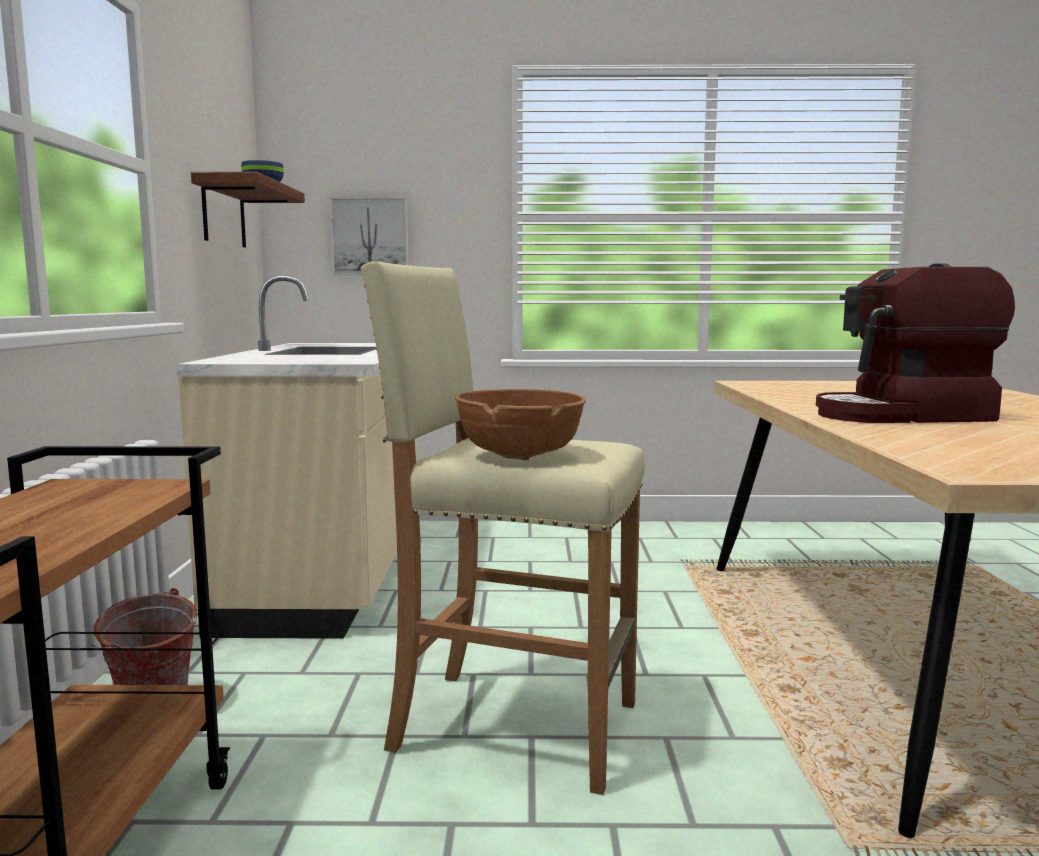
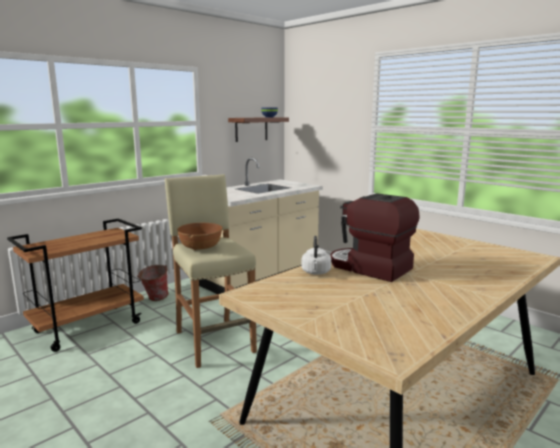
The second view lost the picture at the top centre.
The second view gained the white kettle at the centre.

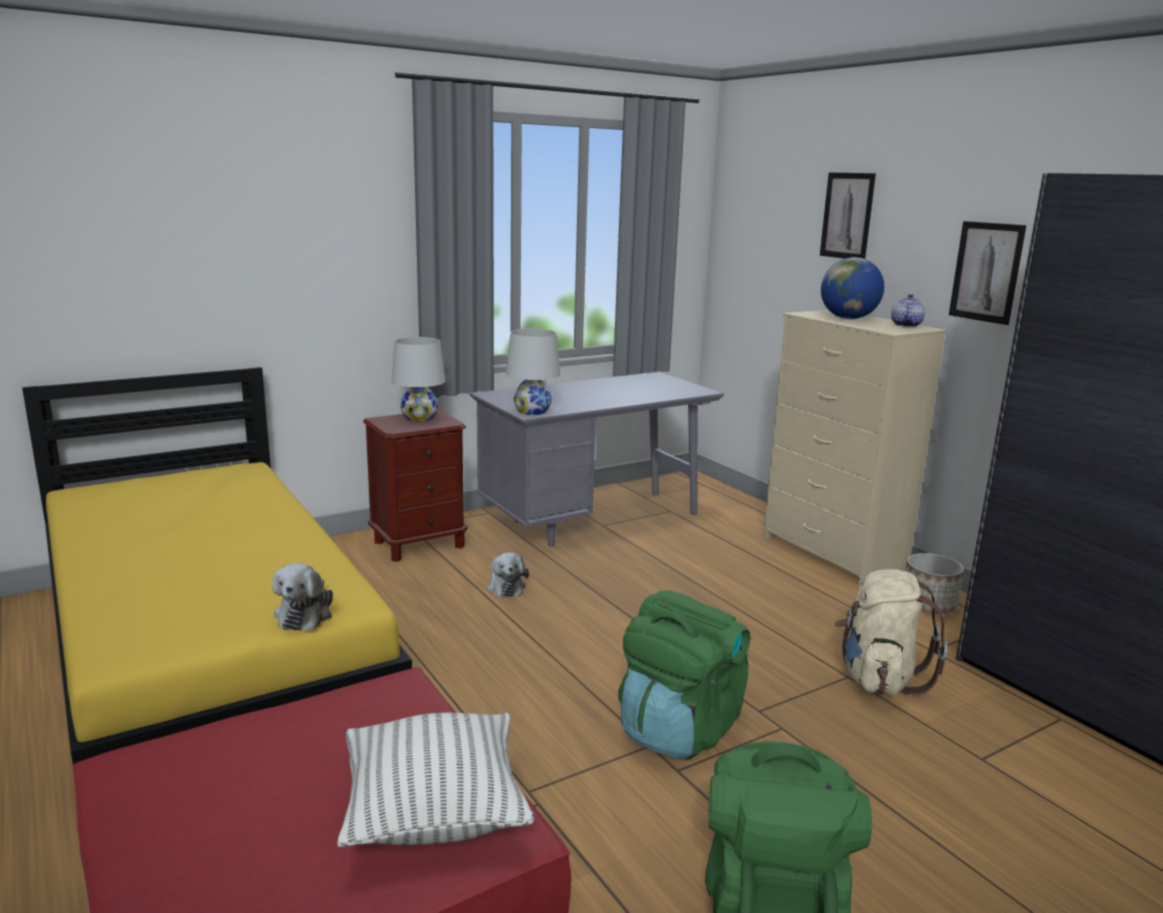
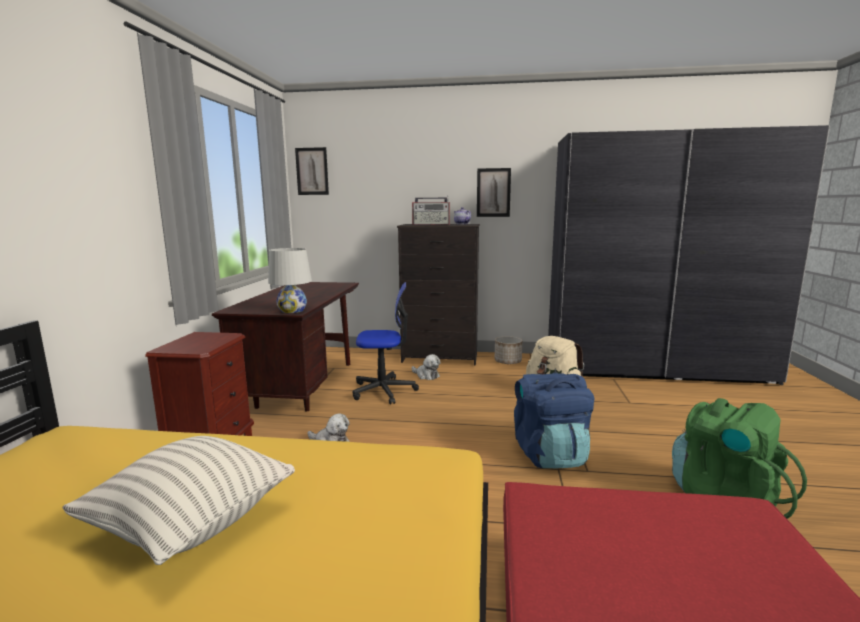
The second view lost the white table lamp (1st from left) at the centre.
The second view gained the office chair at the centre.
The plush toy (1st from left in the first image) ended up elsewhere, having gone from the middle left to the centre.
The pillow ended up elsewhere, having gone from the bottom centre to the bottom left.
The picture (1st from left) ended up elsewhere, having gone from the top right to the top centre.
Where the globe stood at the top right, the radio came to stand at the centre.
What was the grey desk at the centre turned into the brown desk at the middle left.
What was the green backpack (1st from left) at the bottom centre turned into the blue backpack at the bottom centre.
What was the beige dresser at the middle right turned into the black dresser at the centre.

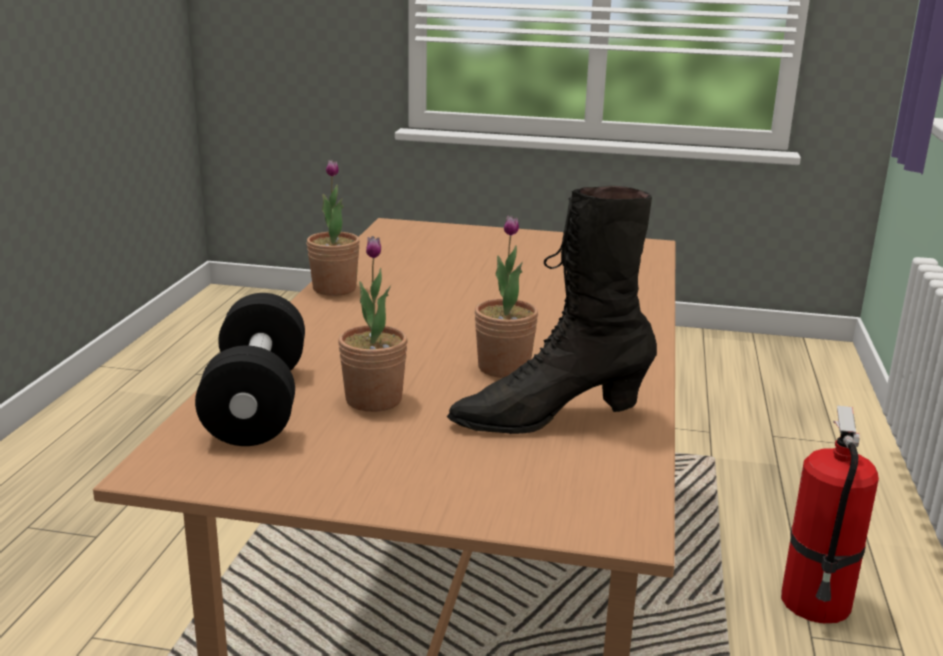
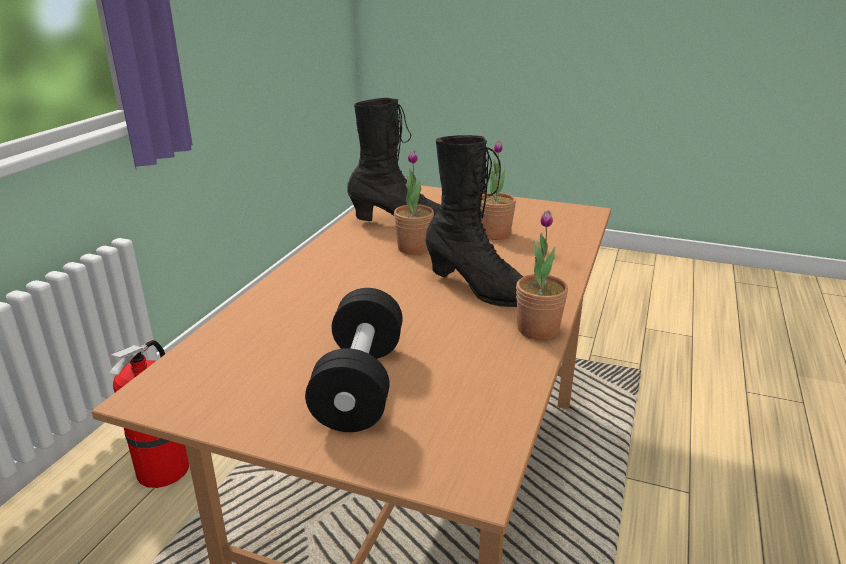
The second view gained the black boot (2nd from left) at the centre.
The black dumbbell ended up elsewhere, having gone from the middle left to the centre.

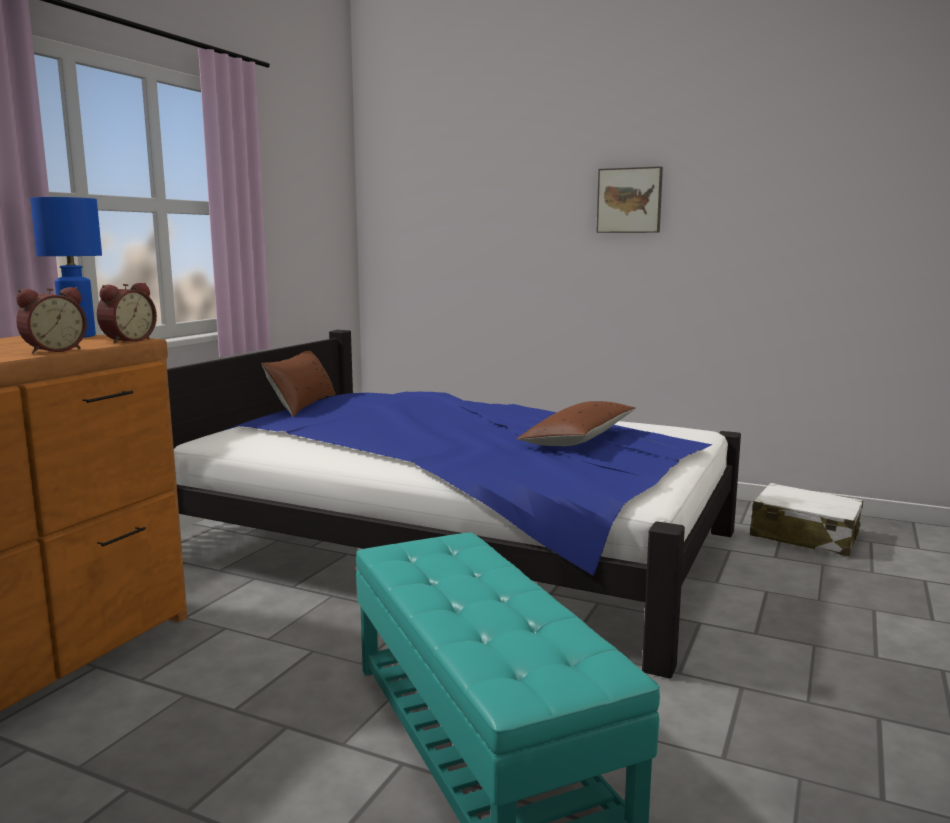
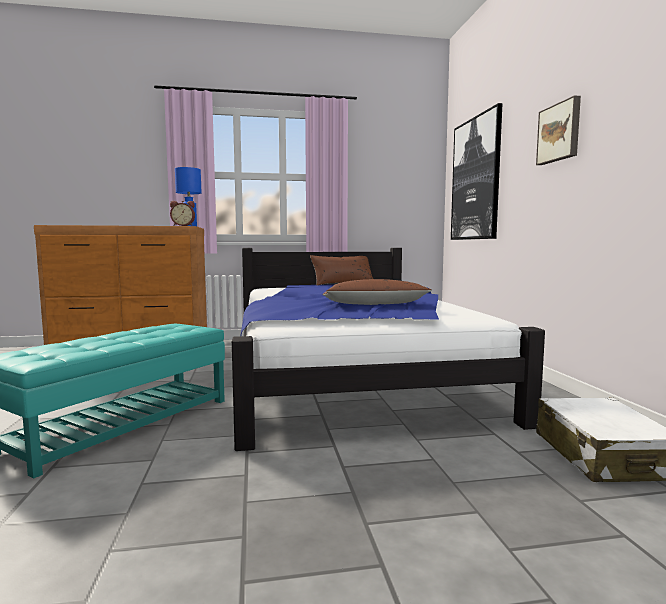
The second view lost the alarm clock (1st from left) at the middle left.
The second view gained the picture (1st from left) at the top right.

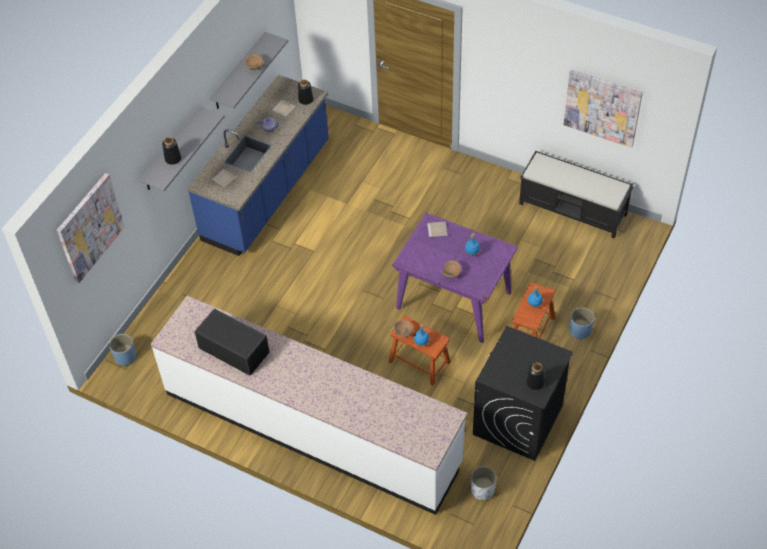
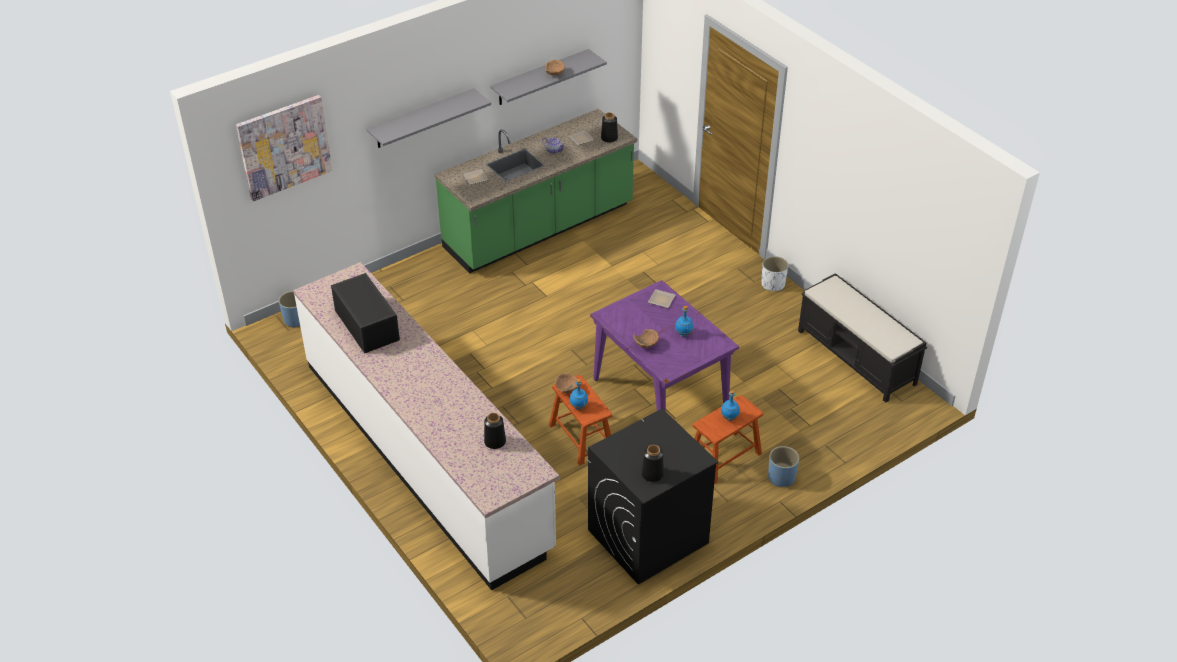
The second view lost the picture (2nd from left) at the top right.
The black vase (1st from left) ended up elsewhere, having gone from the top left to the centre.
The white planter ended up elsewhere, having gone from the bottom centre to the centre.
What was the blue counter at the top centre turned into the green counter at the top centre.

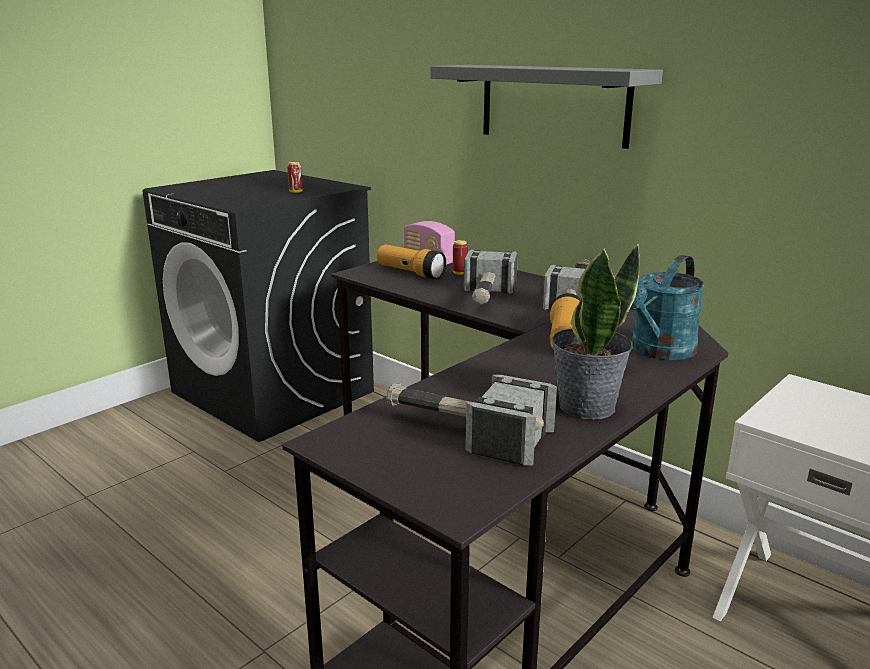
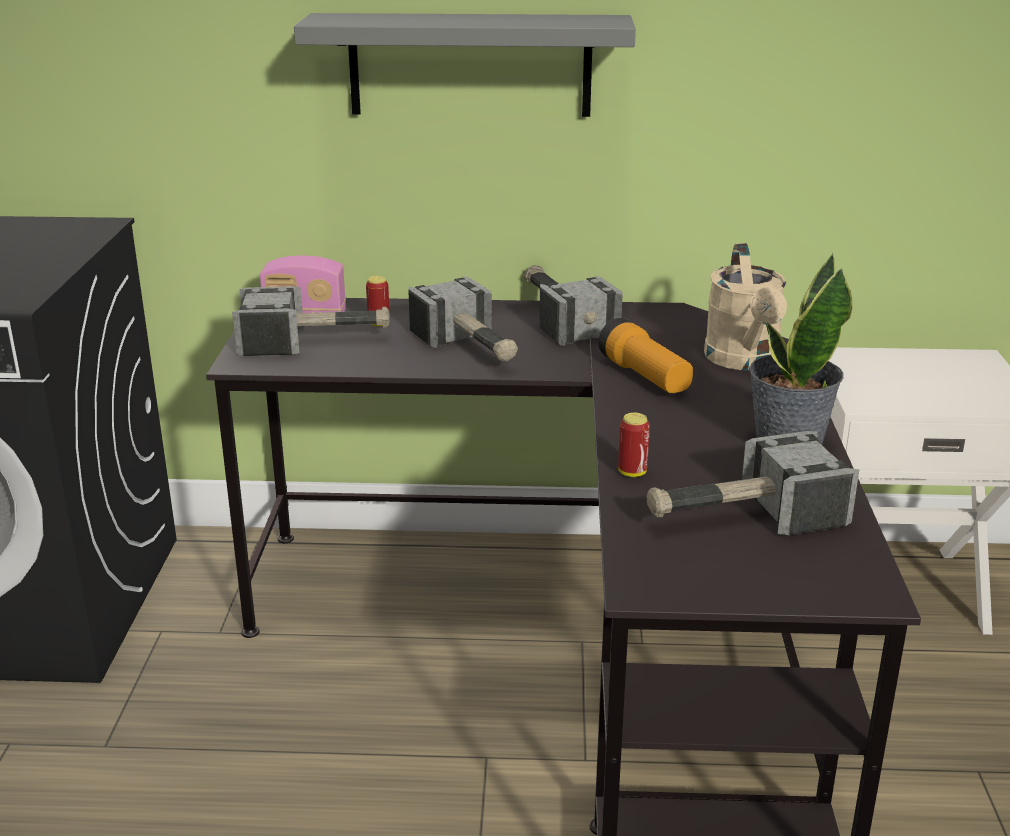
The can (1st from left in the first image) ended up elsewhere, having gone from the top centre to the centre.
Where the flashlight (1st from left) stood at the centre, the hammer (1st from left) came to stand at the middle left.
What was the turquoise watering can at the middle right turned into the beige watering can at the middle right.

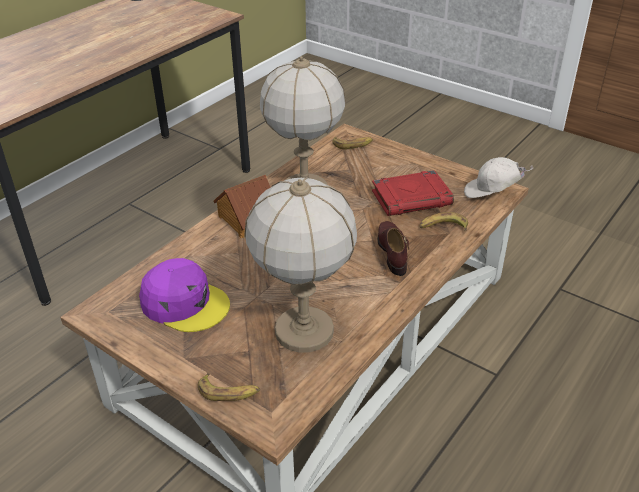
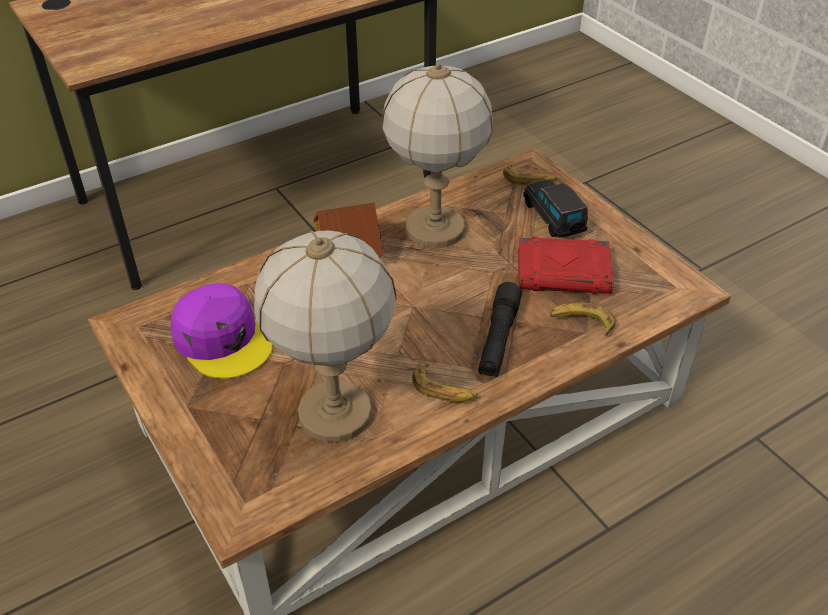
The second view lost the white cap at the middle right.
The second view gained the black toy car at the middle right.
The banana (1st from left) ended up elsewhere, having gone from the bottom centre to the centre.
Where the brown shoe stood at the centre, the black flashlight came to stand at the centre.

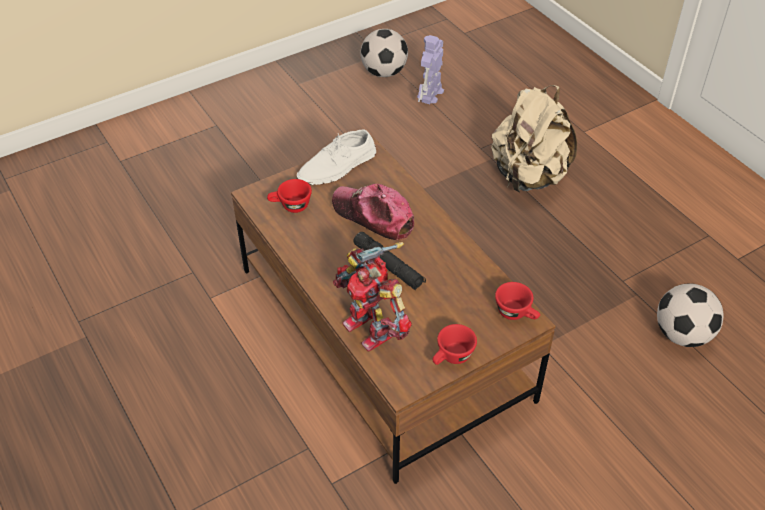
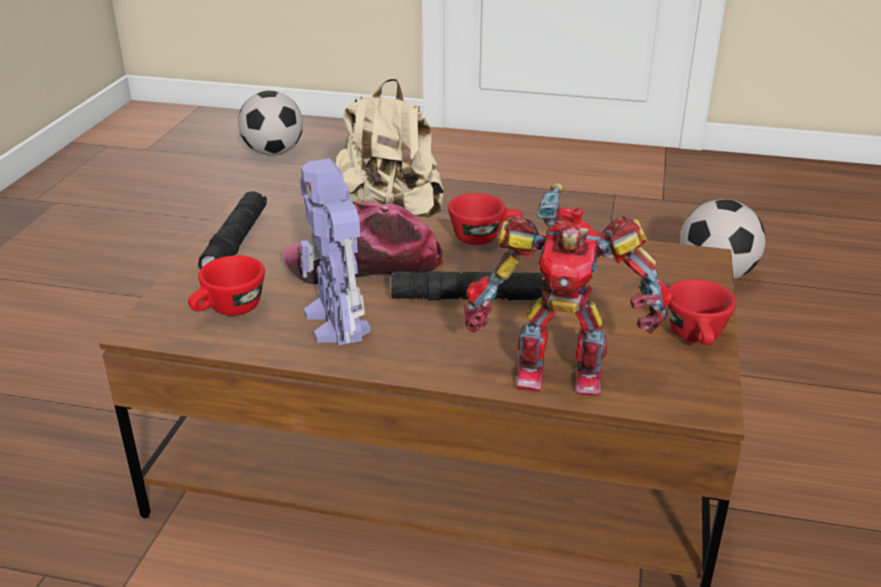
The football (1st from left) ended up elsewhere, having gone from the top centre to the top left.
The toy robot (2nd from left in the first image) ended up elsewhere, having gone from the top centre to the centre.
The red cup (3rd from left in the first image) ended up elsewhere, having gone from the middle right to the centre.
Where the white shoe stood at the top centre, the black flashlight (1st from left) came to stand at the middle left.

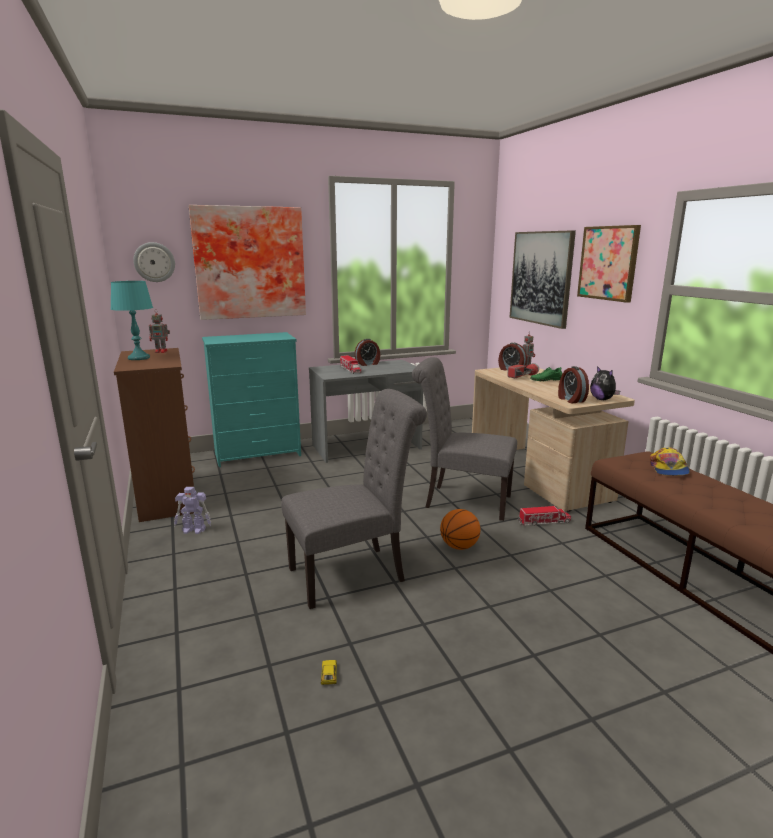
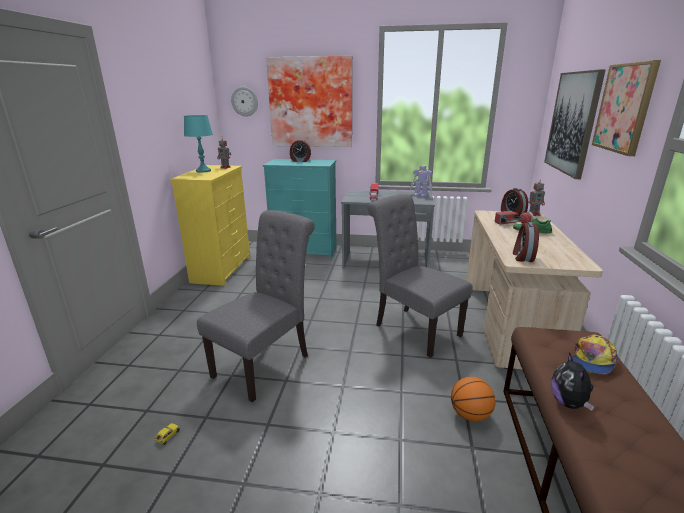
The second view lost the toy truck (2nd from left) at the middle right.
The toy robot (2nd from left) ended up elsewhere, having gone from the middle left to the centre.
The alarm clock (1st from left) ended up elsewhere, having gone from the centre to the top centre.
The basketball ended up elsewhere, having gone from the centre to the bottom right.
The plush toy ended up elsewhere, having gone from the middle right to the bottom right.
What was the brown dresser at the middle left turned into the yellow dresser at the middle left.
The grey chair (1st from left) at the centre ended up facing another way, 60 degrees counterclockwise from before.

